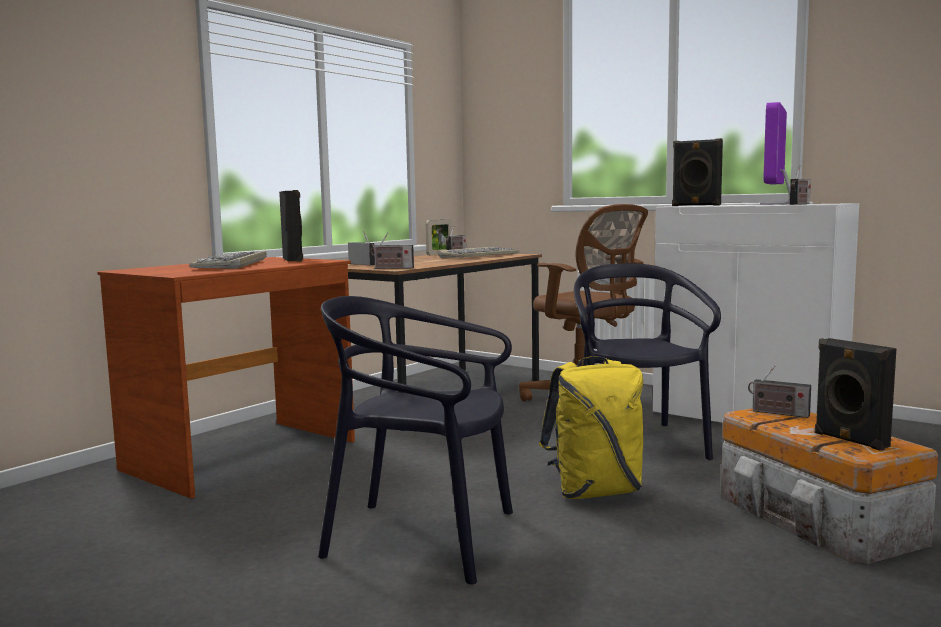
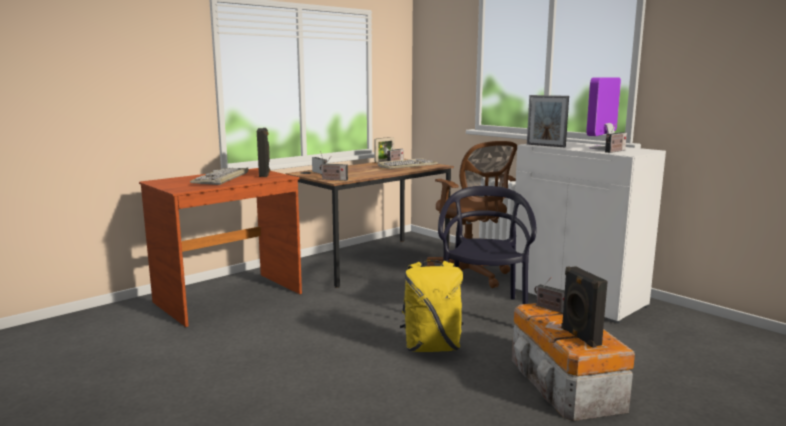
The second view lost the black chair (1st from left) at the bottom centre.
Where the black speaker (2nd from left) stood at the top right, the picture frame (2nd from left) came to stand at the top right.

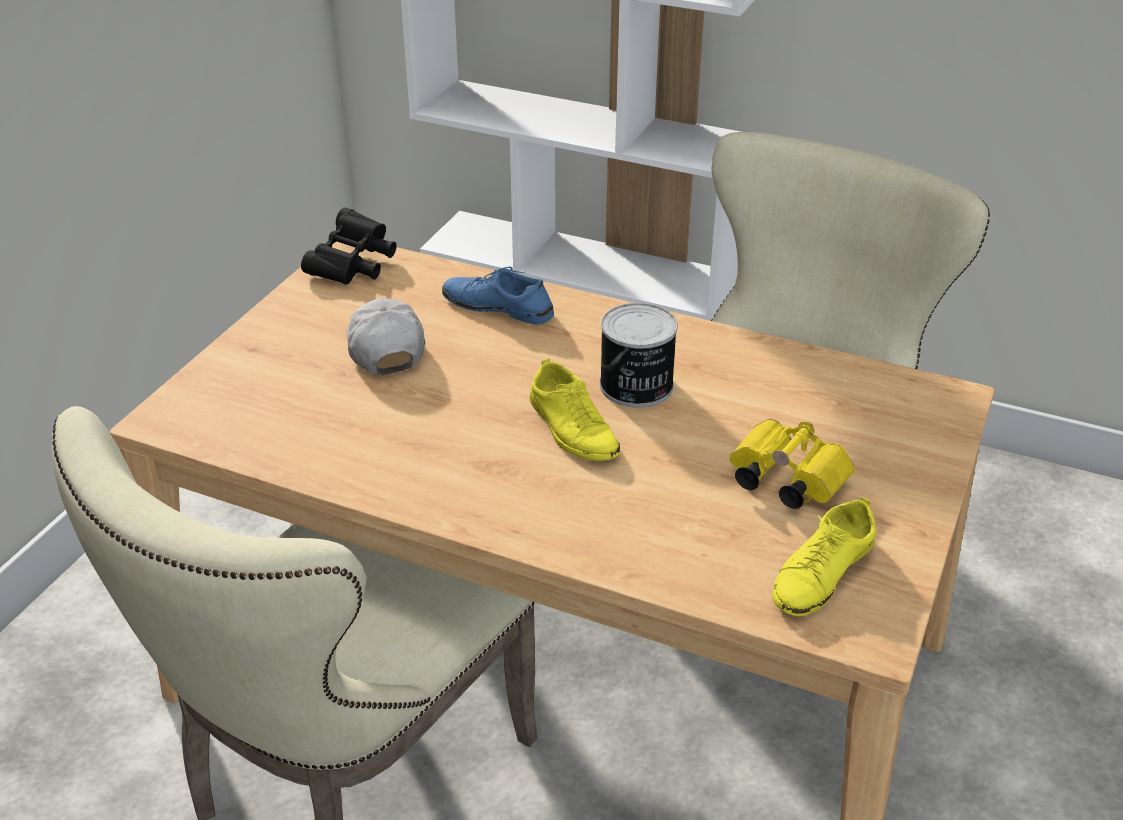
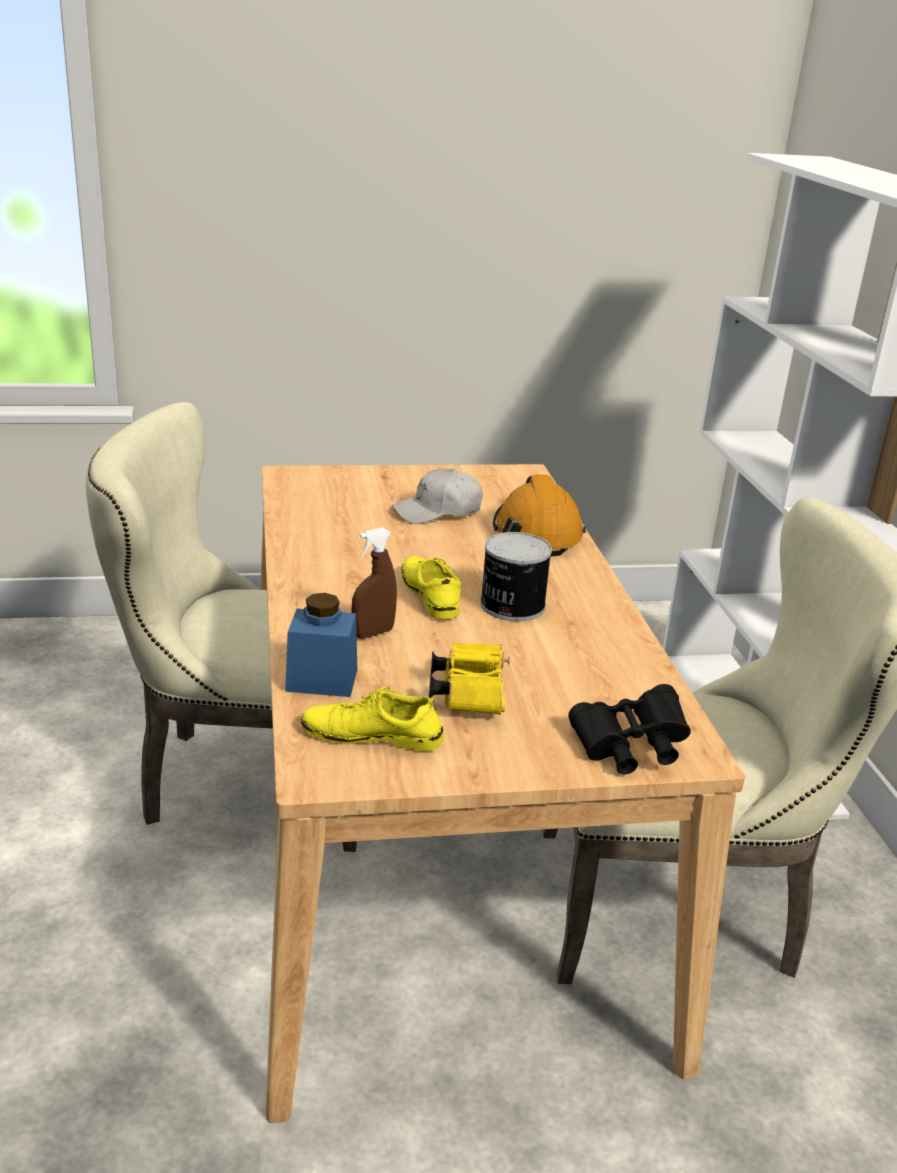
The second view gained the blue jar at the centre.
The second view gained the brown spray bottle at the centre.
The black binoculars ended up elsewhere, having gone from the top left to the middle right.
Where the blue shoe stood at the centre, the orange hard hat came to stand at the centre.
The white cap at the centre ended up facing another way, 150 degrees counterclockwise from before.
The yellow shoe (1st from left in the first image) at the centre ended up facing another way, 135 degrees clockwise from before.

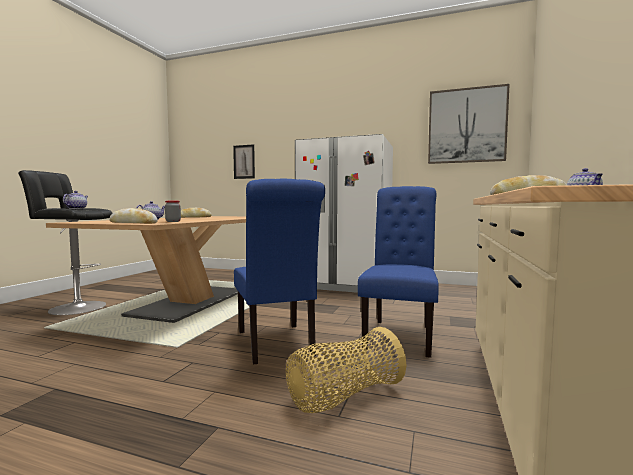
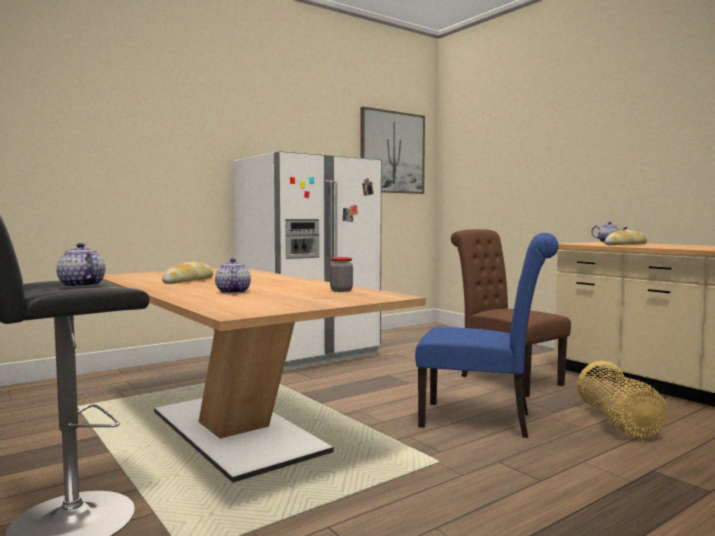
The second view lost the bread (1st from left) at the middle left.
The second view lost the picture (1st from left) at the centre.
What was the blue chair (2nd from left) at the centre turned into the brown chair at the middle right.

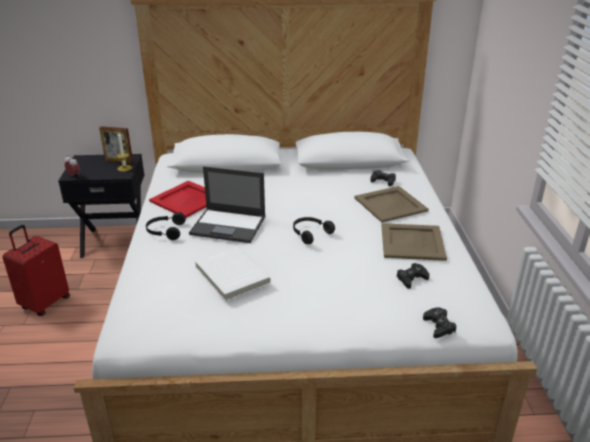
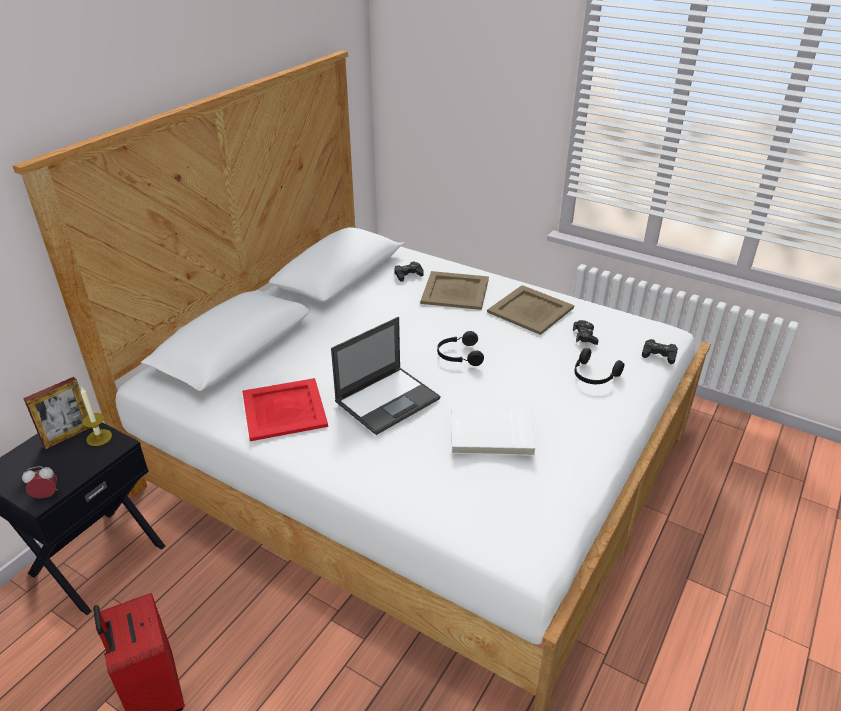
The black headphones (1st from left in the first image) ended up elsewhere, having gone from the middle left to the middle right.

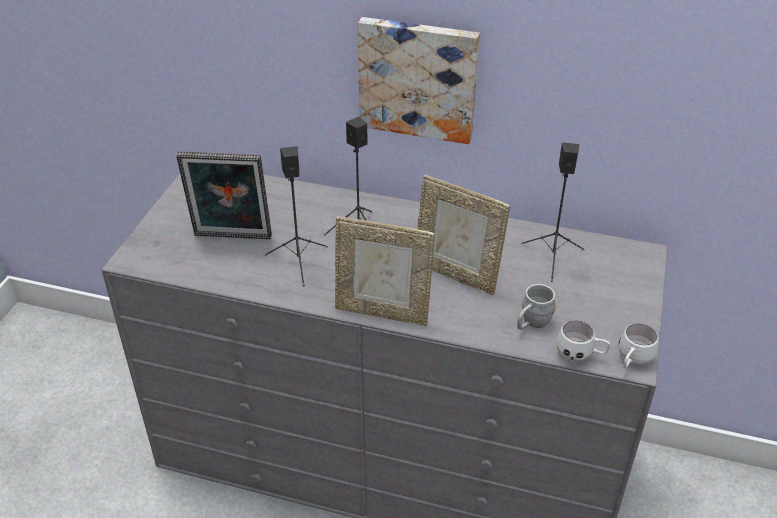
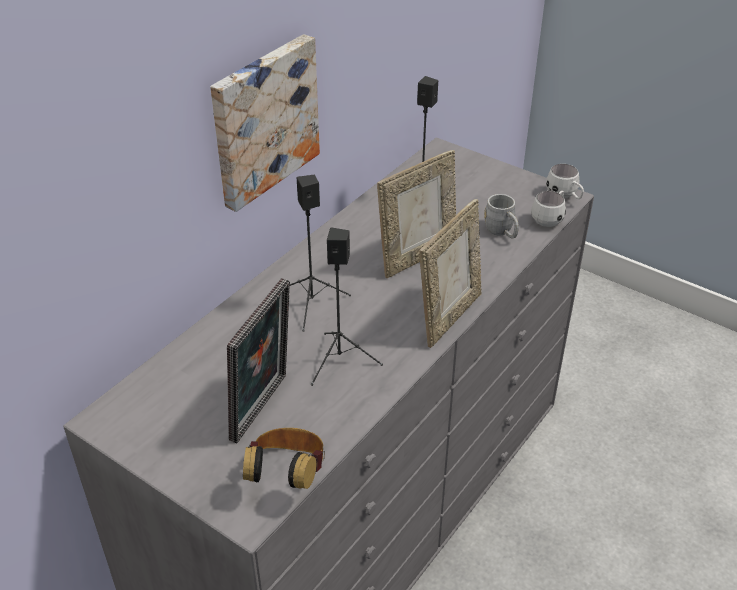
The second view gained the headphones at the bottom centre.

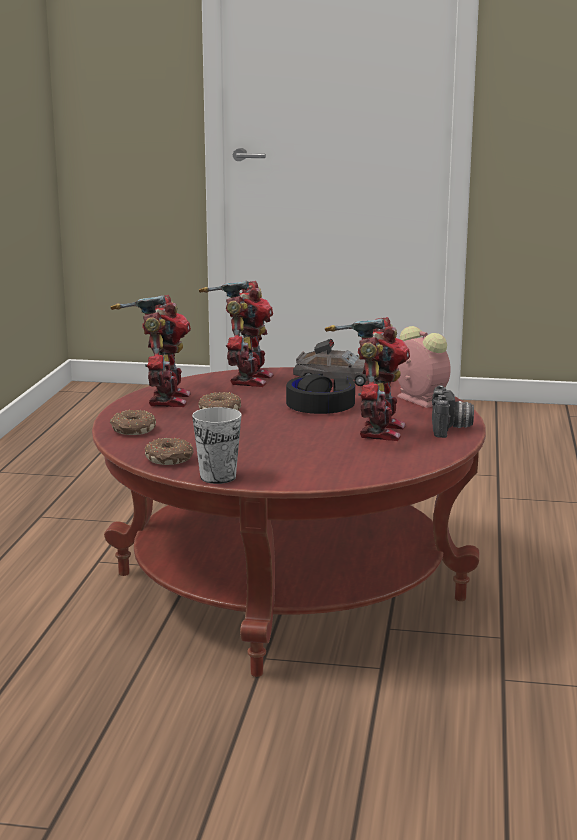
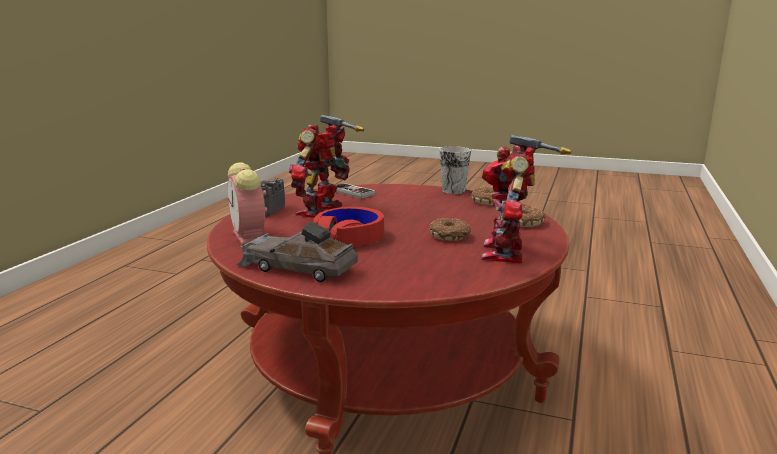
The second view lost the toy robot (2nd from left) at the centre.
The second view gained the game controller at the centre.
What was the black headphones at the centre turned into the red headphones at the centre.

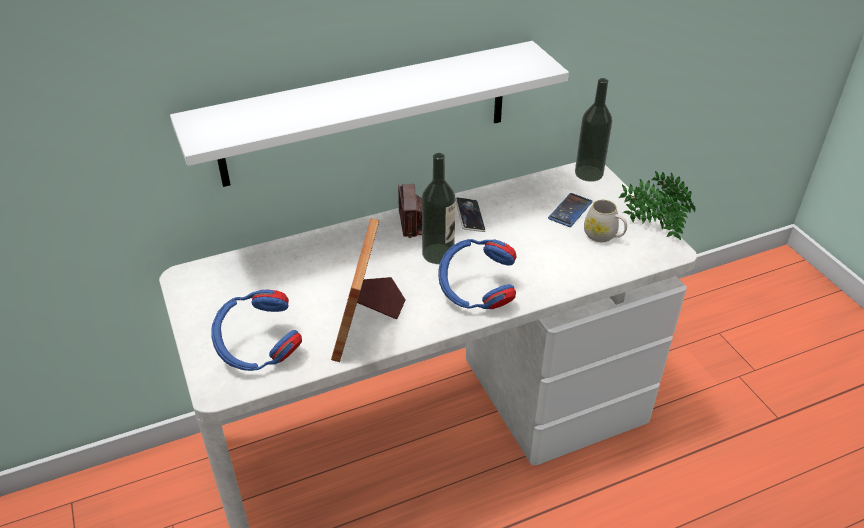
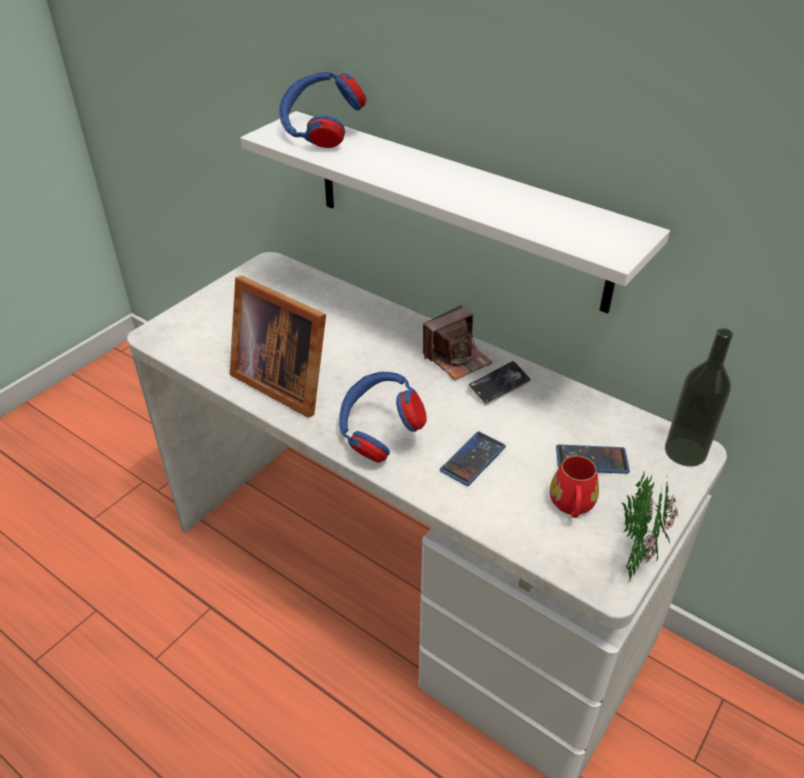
The second view lost the bottle (1st from left) at the centre.
The second view gained the phone (1st from left) at the centre.
The blue headphones (1st from left) ended up elsewhere, having gone from the middle left to the top centre.
What was the white mug at the middle right turned into the red mug at the middle right.
The picture frame at the centre ended up facing another way, 120 degrees counterclockwise from before.

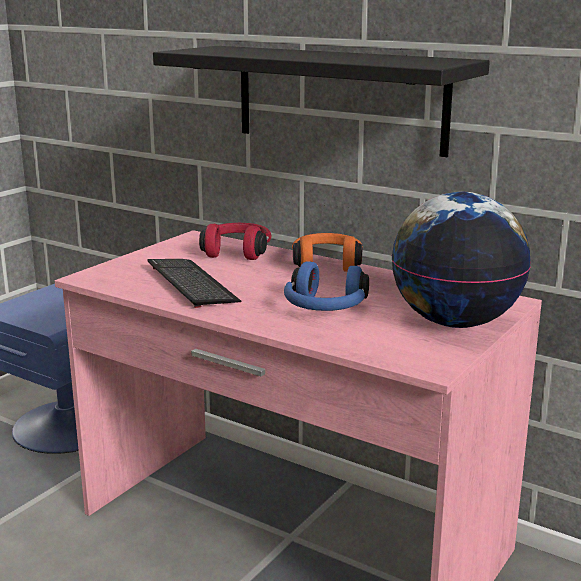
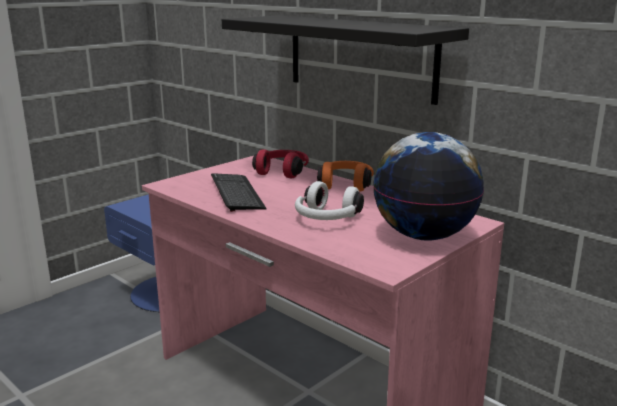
What was the blue headphones at the centre turned into the white headphones at the centre.

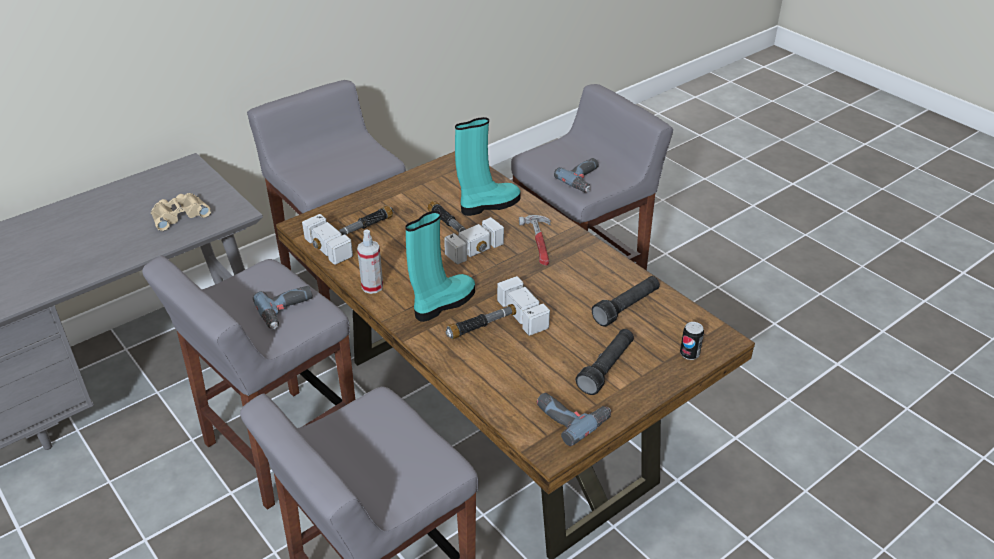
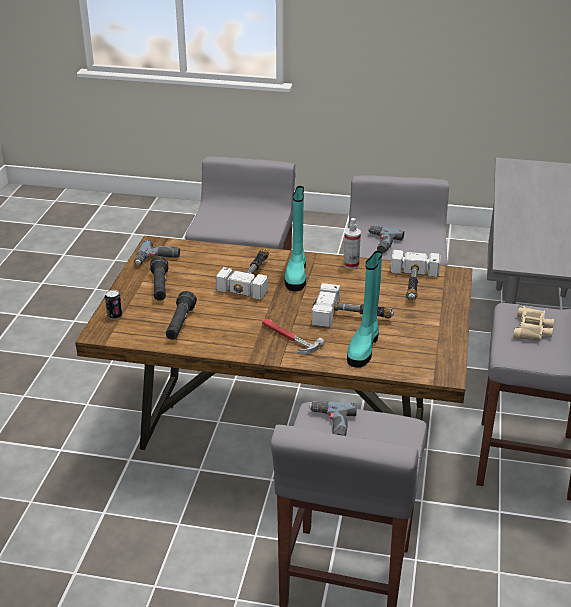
The beige binoculars ended up elsewhere, having gone from the middle left to the middle right.

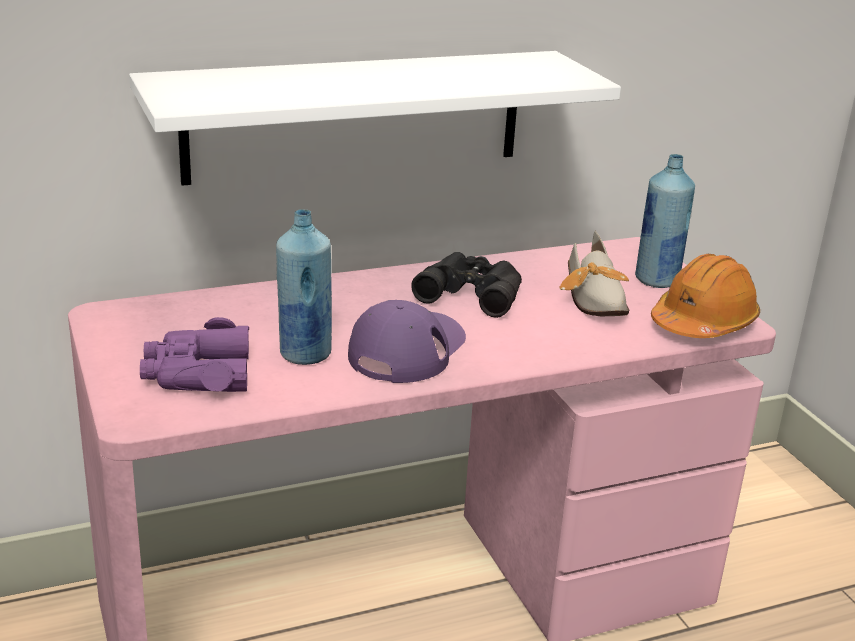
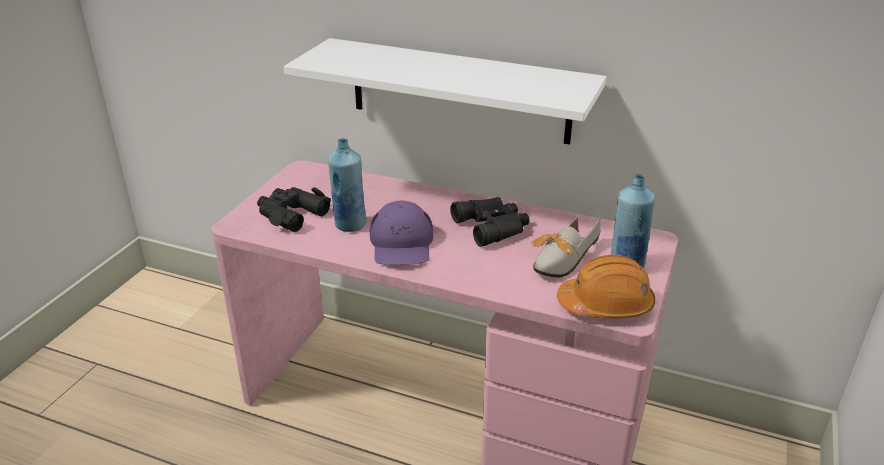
What was the purple binoculars at the middle left turned into the black binoculars (1st from left) at the middle left.
The purple cap at the centre ended up facing another way, 105 degrees clockwise from before.

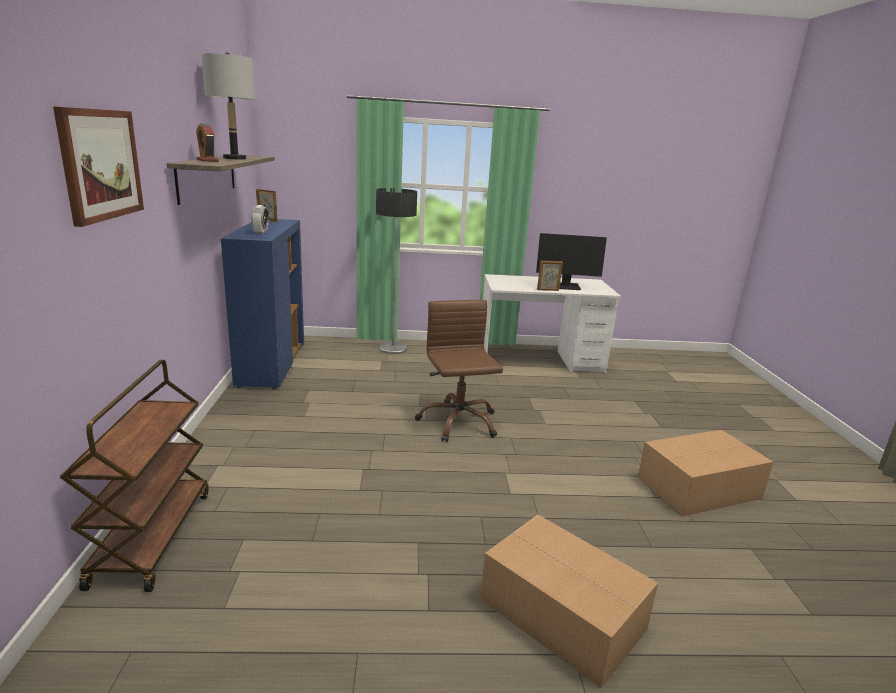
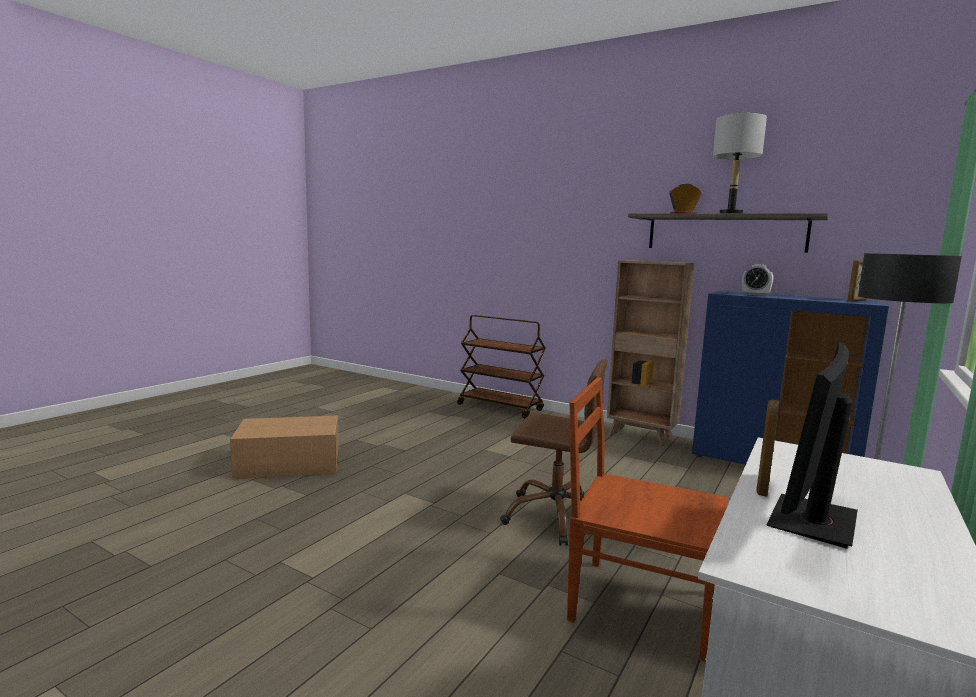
The second view lost the picture at the top left.
The second view lost the cardboard box (2nd from left) at the bottom right.
The second view gained the brown chair at the bottom centre.
The second view gained the brown bookcase at the centre.

